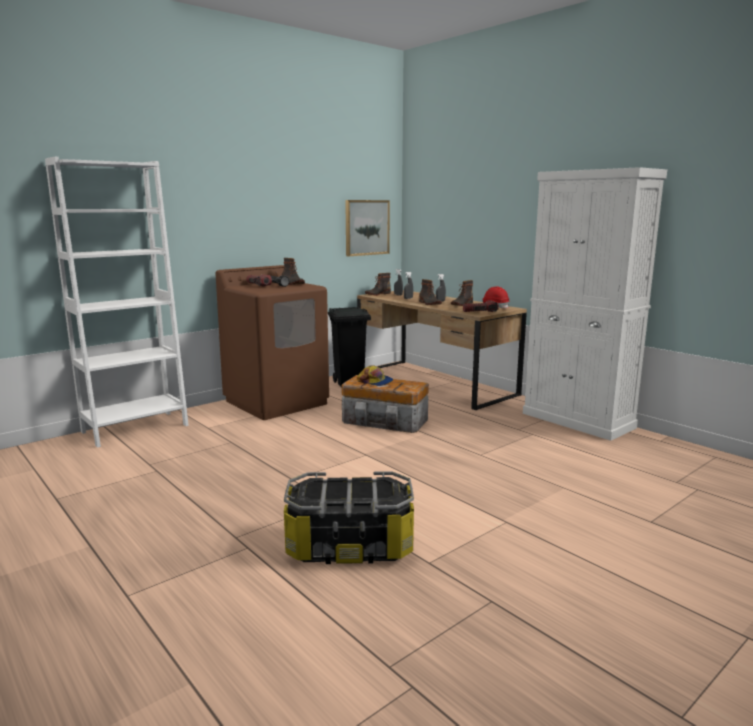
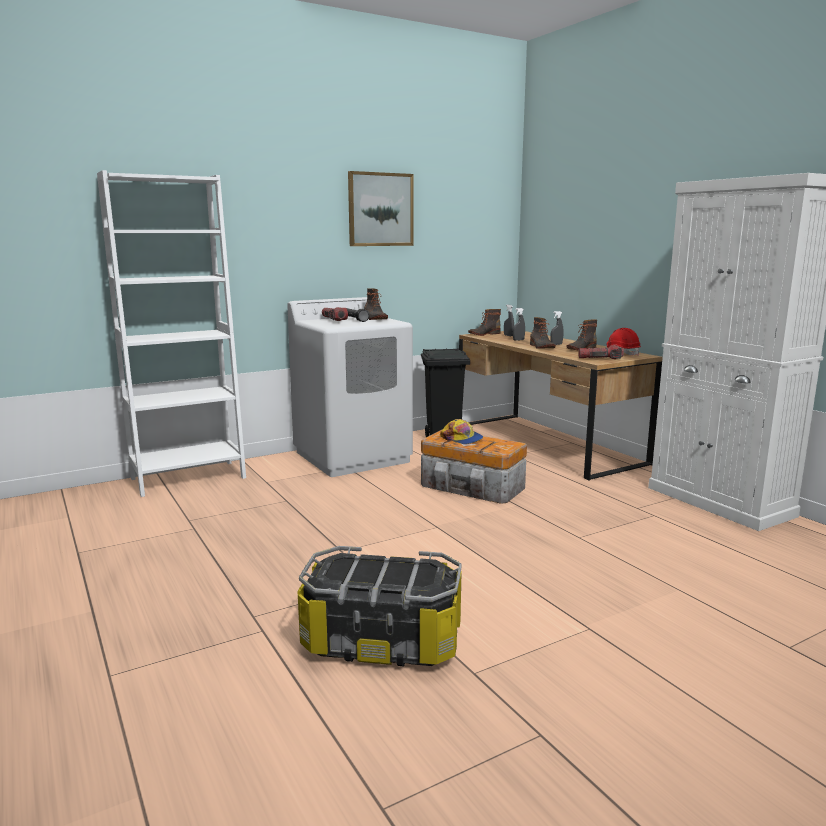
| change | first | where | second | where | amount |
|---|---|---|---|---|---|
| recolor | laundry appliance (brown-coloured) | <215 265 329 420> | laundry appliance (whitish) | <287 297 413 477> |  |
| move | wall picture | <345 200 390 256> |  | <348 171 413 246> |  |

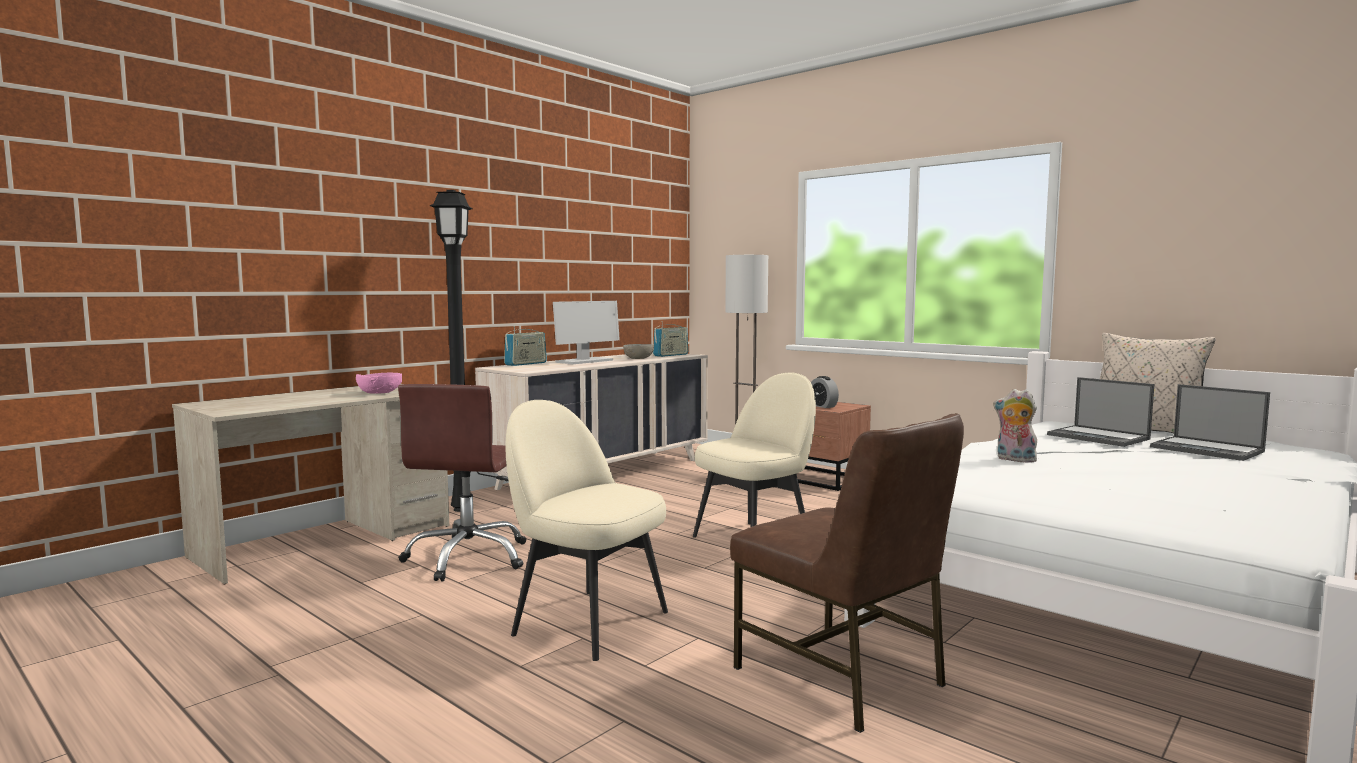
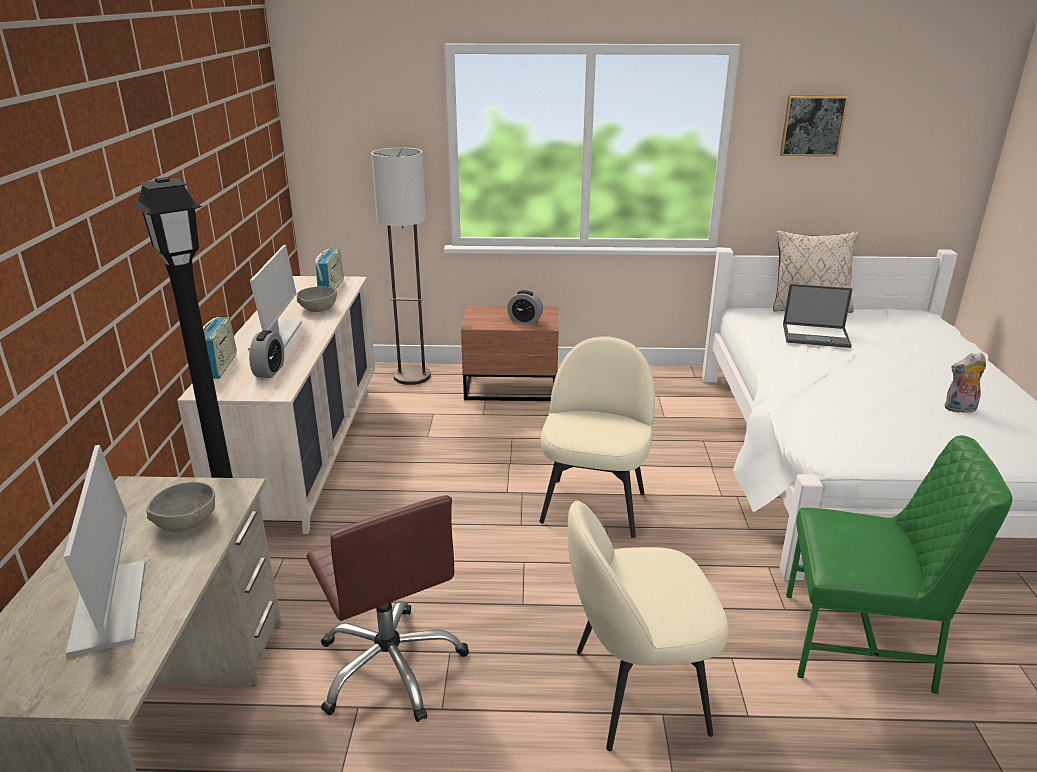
| change | first | where | second | where | amount |
|---|---|---|---|---|---|
| recolor | serving bowl (pink-coloured) | <356 373 402 394> | serving bowl (gray) | <147 482 215 532> |  |
| recolor | plain chair (brown-coloured) | <730 413 964 733> | plain chair (green-coloured) | <786 435 1012 694> |  |
| move | cuddly toy | <993 389 1037 463> |  | <945 352 986 413> |  |
| delete | notebook computer | <1150 384 1270 461> |  |  |  |
| insert |  |  | computer screen | <64 445 146 657> |  |
| insert |  |  | alarm clock | <249 330 284 378> |  |
| insert |  |  | wall picture | <780 96 849 156> |  |

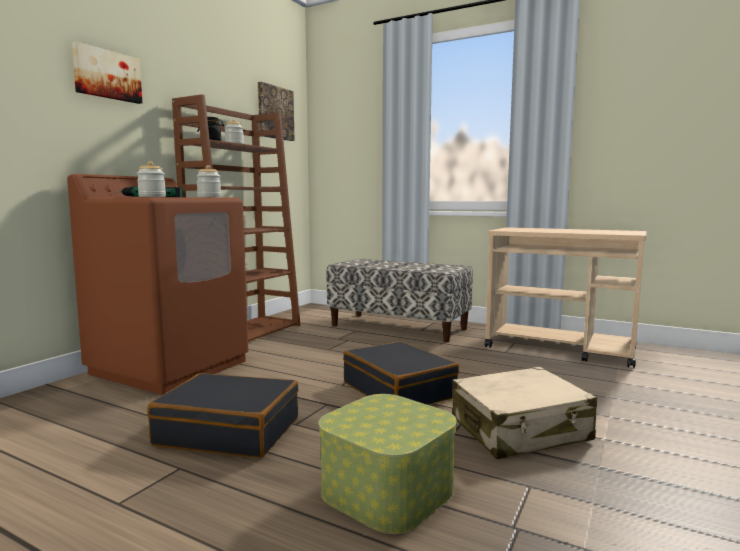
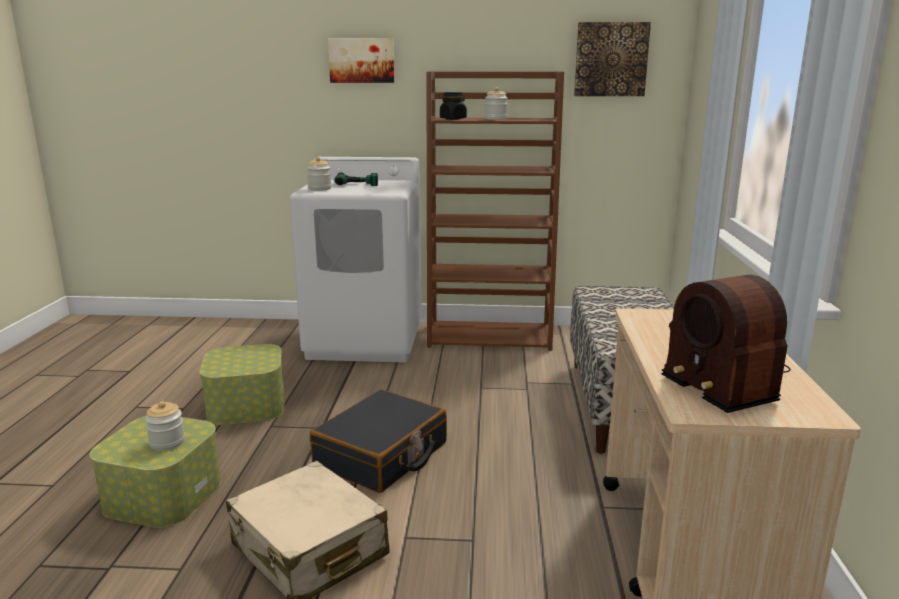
| change | first | where | second | where | amount |
|---|---|---|---|---|---|
| recolor | laundry appliance (brown-coloured) | <67 174 248 394> | laundry appliance (whitish) | <290 157 422 362> |  |
| replace | suitcase (blackish) | <147 373 299 458> | storage bin | <199 344 284 425> |  |
| move | jar | <196 165 221 197> |  | <145 401 185 451> |  |
| insert |  |  | radio receiver | <661 275 791 413> |  |

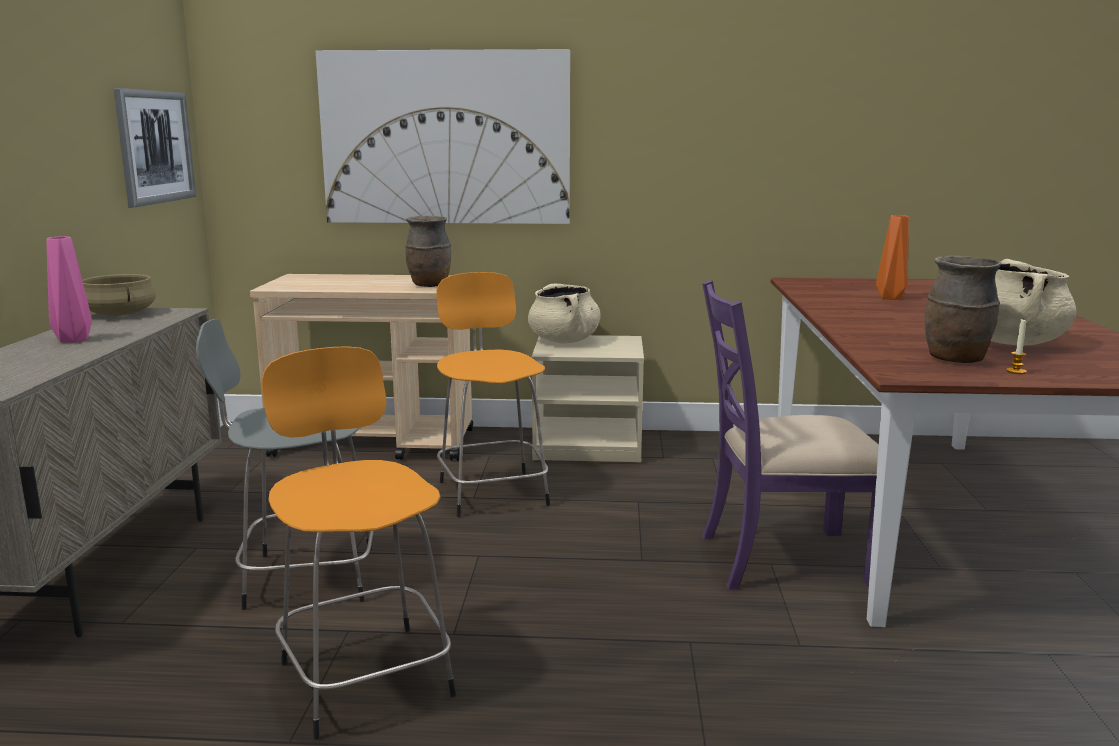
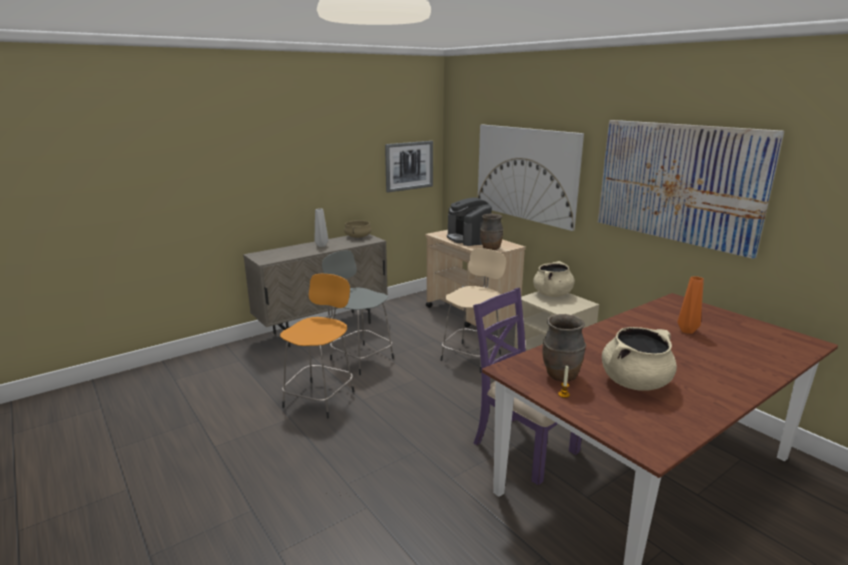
| change | first | where | second | where | amount |
|---|---|---|---|---|---|
| recolor | flower vase (pink-coloured) | <47 236 92 343> | flower vase (gray) | <315 208 329 247> |  |
| recolor | stool (orangey) | <436 272 550 517> | stool (beige-coloured) | <440 248 506 373> |  |
| insert |  |  | coffee maker | <447 198 492 246> |  |
| insert |  |  | wall picture | <598 120 784 259> |  |

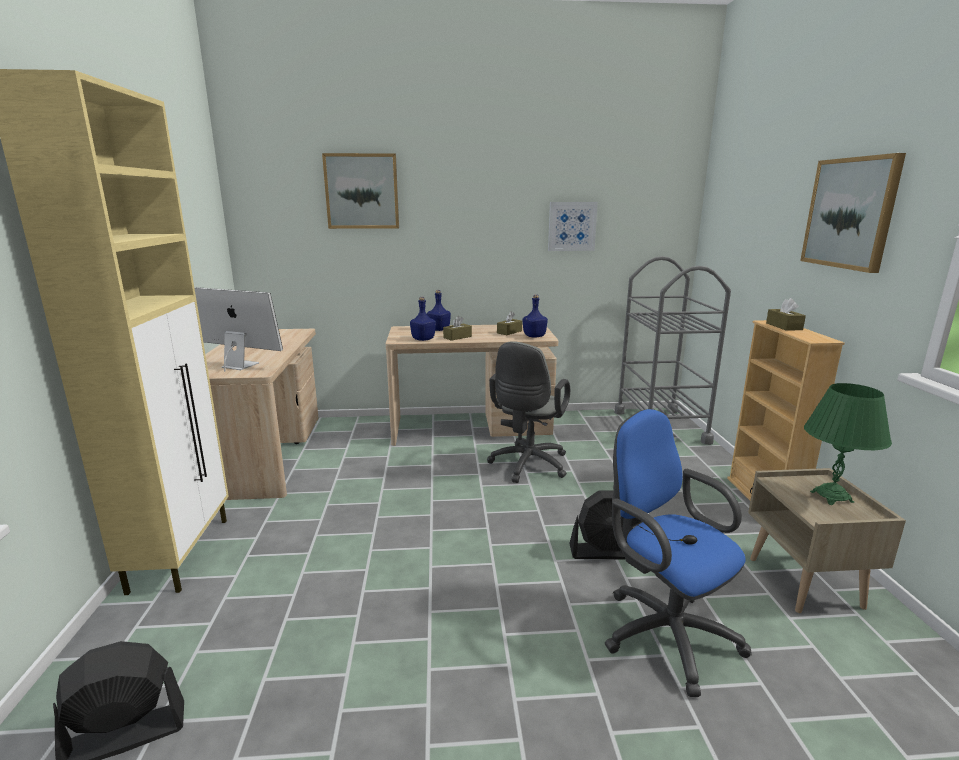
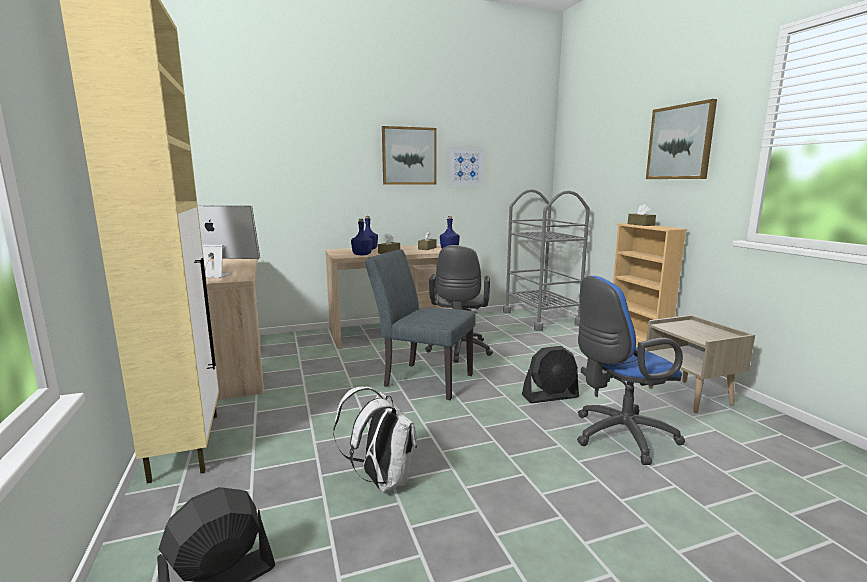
| change | first | where | second | where | amount |
|---|---|---|---|---|---|
| move | wall picture | <322 153 399 229> |  | <382 126 437 185> |  |
| rotate | computer chair (blue) | <605 409 752 697> |  | <577 276 685 465> | 60 degrees counterclockwise |
| delete | lamp for a table (green-coloured) | <804 383 892 505> |  |  |  |
| insert |  |  | rucksack (whitish) | <333 386 417 492> |  |
| insert |  |  | plain chair (gray) | <365 249 476 400> |  |

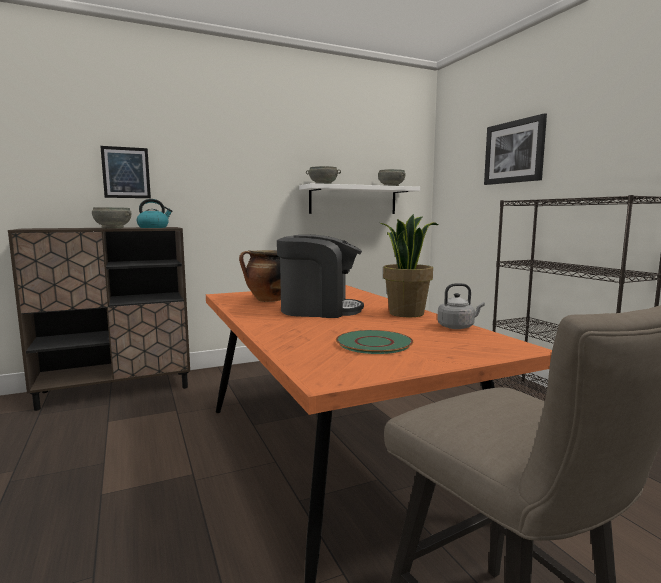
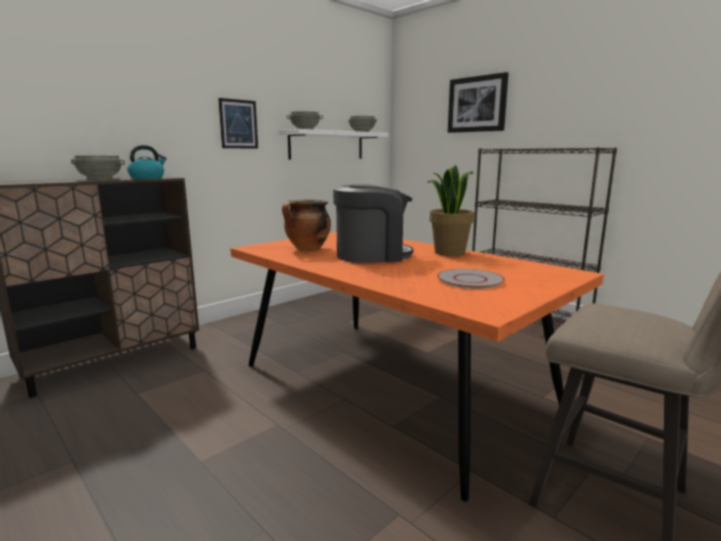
| change | first | where | second | where | amount |
|---|---|---|---|---|---|
| move | wall picture | <100 146 151 198> |  | <218 98 258 149> |  |
| recolor | dinner plate (green-coloured) | <336 330 413 354> | dinner plate (gray) | <437 269 505 289> |  |
| delete | water kettle (gray) | <437 283 485 329> |  |  |  |

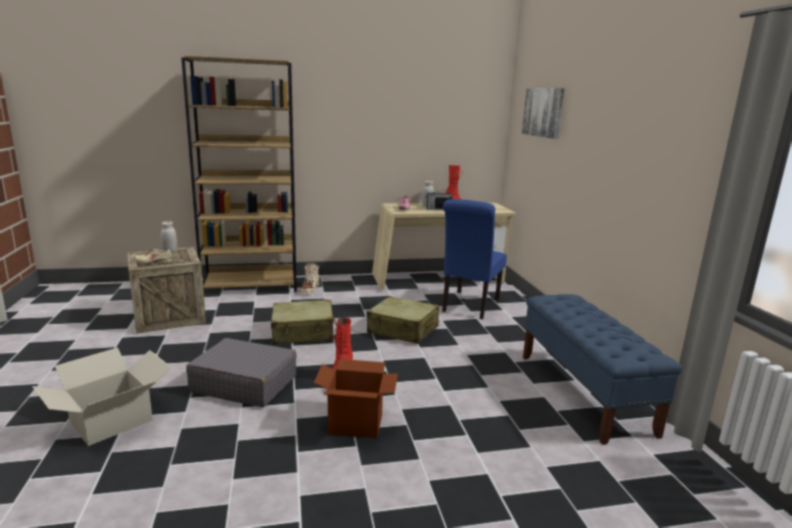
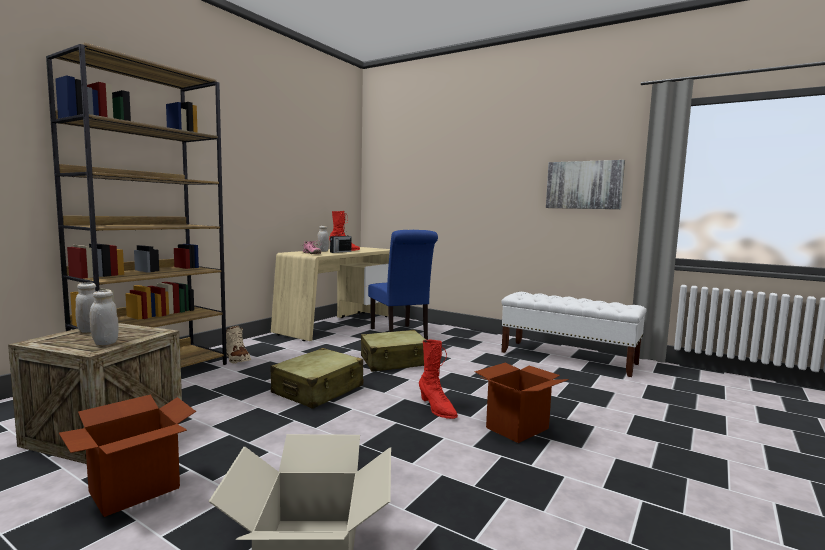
| change | first | where | second | where | amount |
|---|---|---|---|---|---|
| replace | shoe (beige-coloured) | <134 248 173 265> | jar (whitish) | <89 290 119 345> |  |
| delete | suitcase (gray) | <186 338 297 407> |  |  |  |
| move | wall picture | <522 88 565 139> |  | <546 160 625 209> |  |
| recolor | indoor bench (blue) | <523 294 682 445> | indoor bench (whitish) | <501 292 647 377> |  |
| insert |  |  | cardboard box | <59 394 196 517> |  |

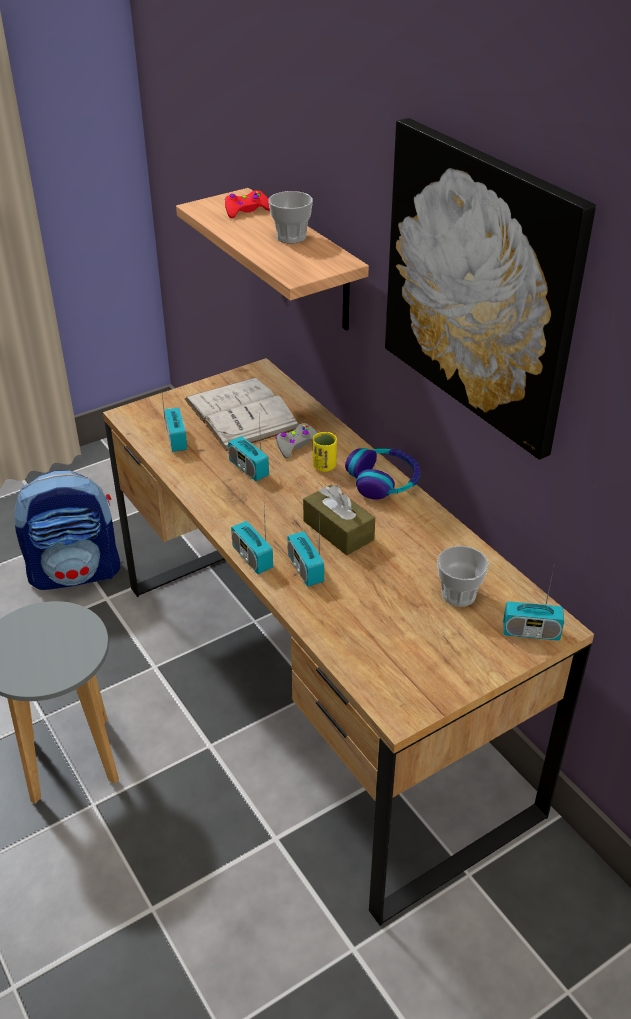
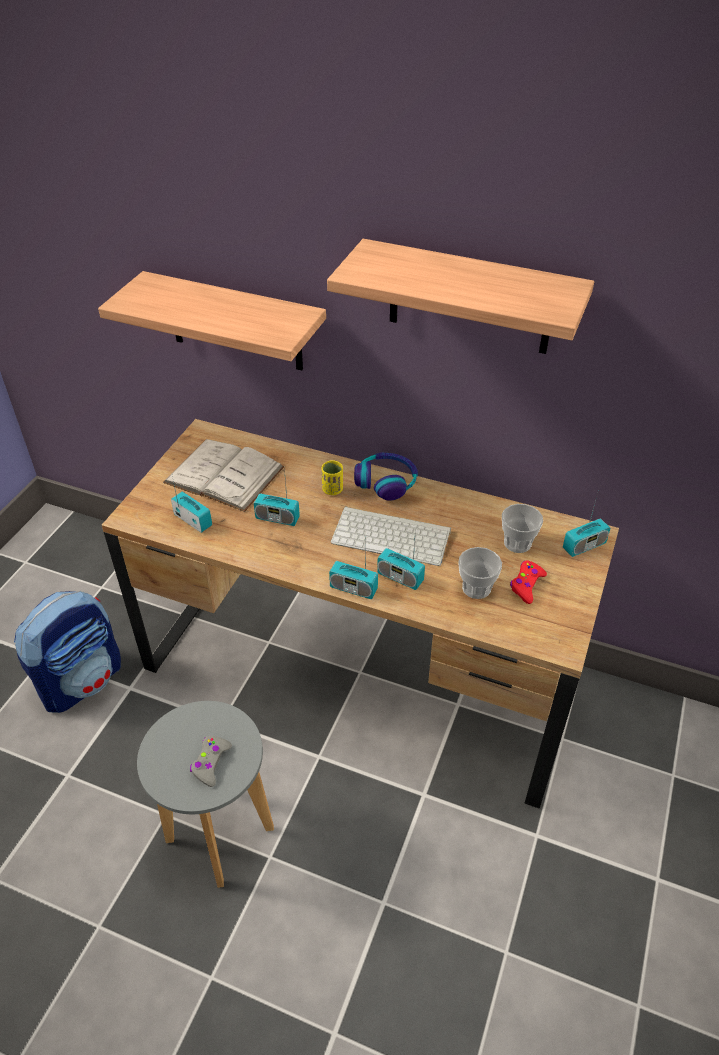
| change | first | where | second | where | amount |
|---|---|---|---|---|---|
| move | joypad (reddish) | <225 190 270 218> |  | <510 560 547 604> |  |
| move | small cup | <268 191 313 243> |  | <458 547 502 599> |  |
| move | joypad (gray) | <275 423 318 458> |  | <190 736 232 787> |  |
| replace | tissue holder (brown-coloured) | <303 485 375 555> | PC keyboard | <331 506 451 566> |  |
| replace | wall picture | <385 118 596 460> | shelf | <327 239 594 354> |  |

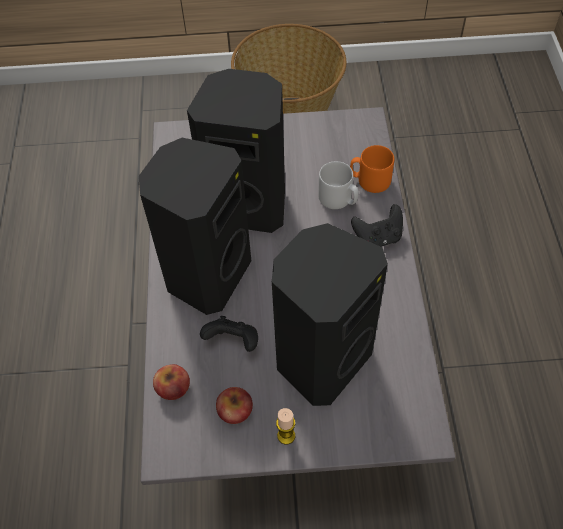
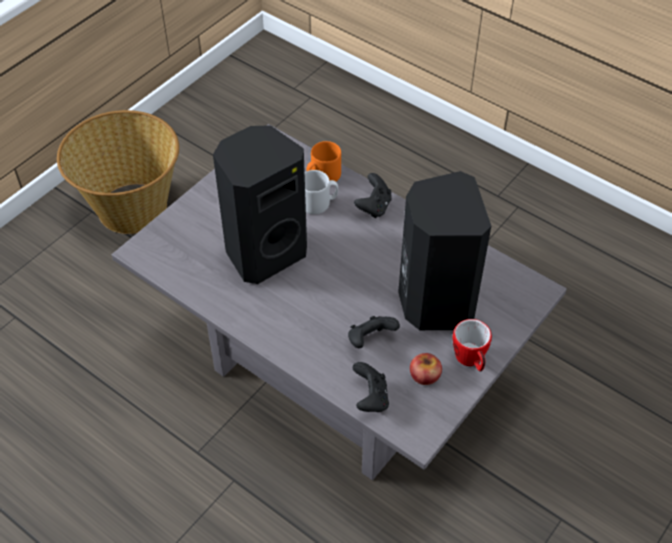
| change | first | where | second | where | amount |
|---|---|---|---|---|---|
| delete | audio speaker (blackish) | <139 138 251 315> |  |  |  |
| replace | apple fruit | <153 364 190 400> | joypad (blackish) | <353 362 389 412> |  |
| replace | wax light | <276 408 295 445> | mug | <453 319 492 371> |  |

